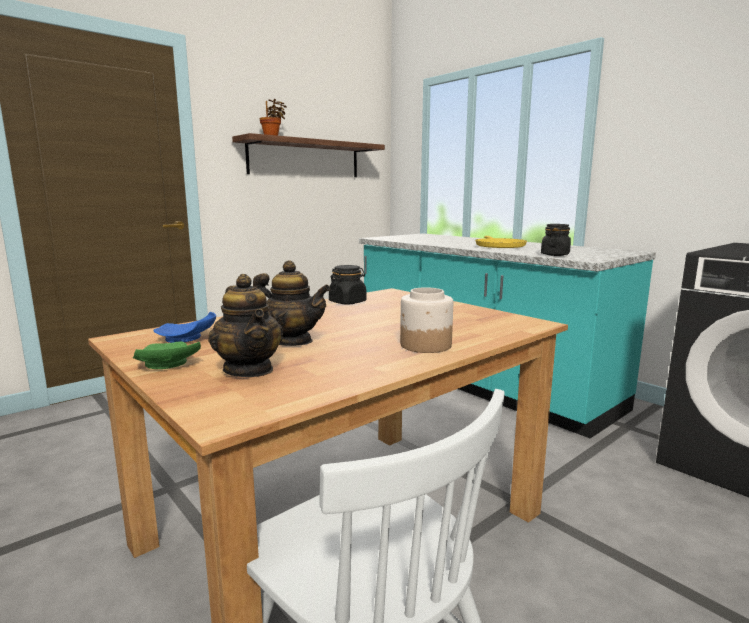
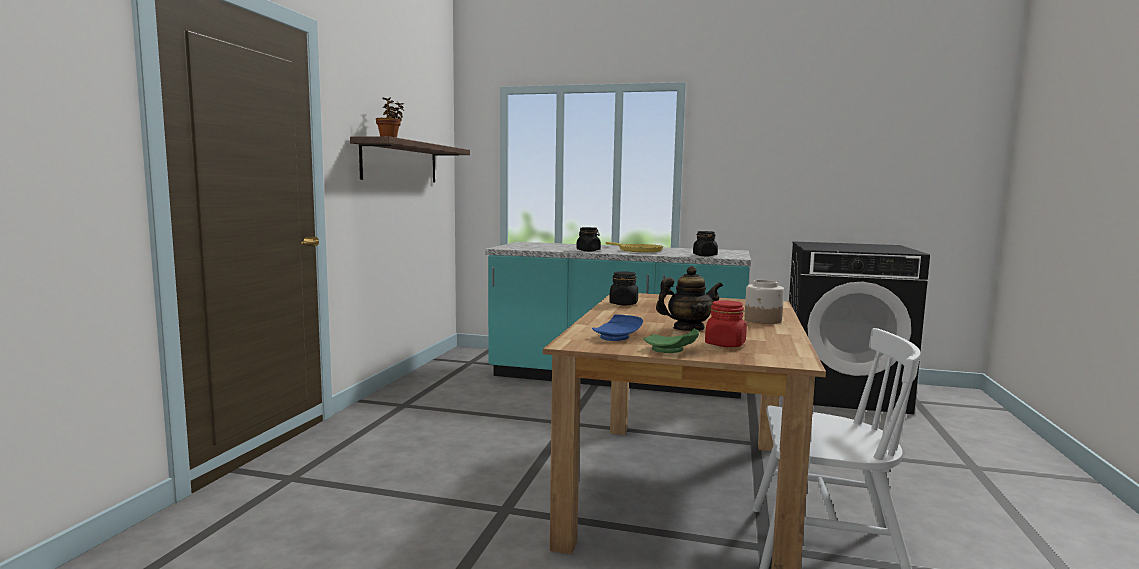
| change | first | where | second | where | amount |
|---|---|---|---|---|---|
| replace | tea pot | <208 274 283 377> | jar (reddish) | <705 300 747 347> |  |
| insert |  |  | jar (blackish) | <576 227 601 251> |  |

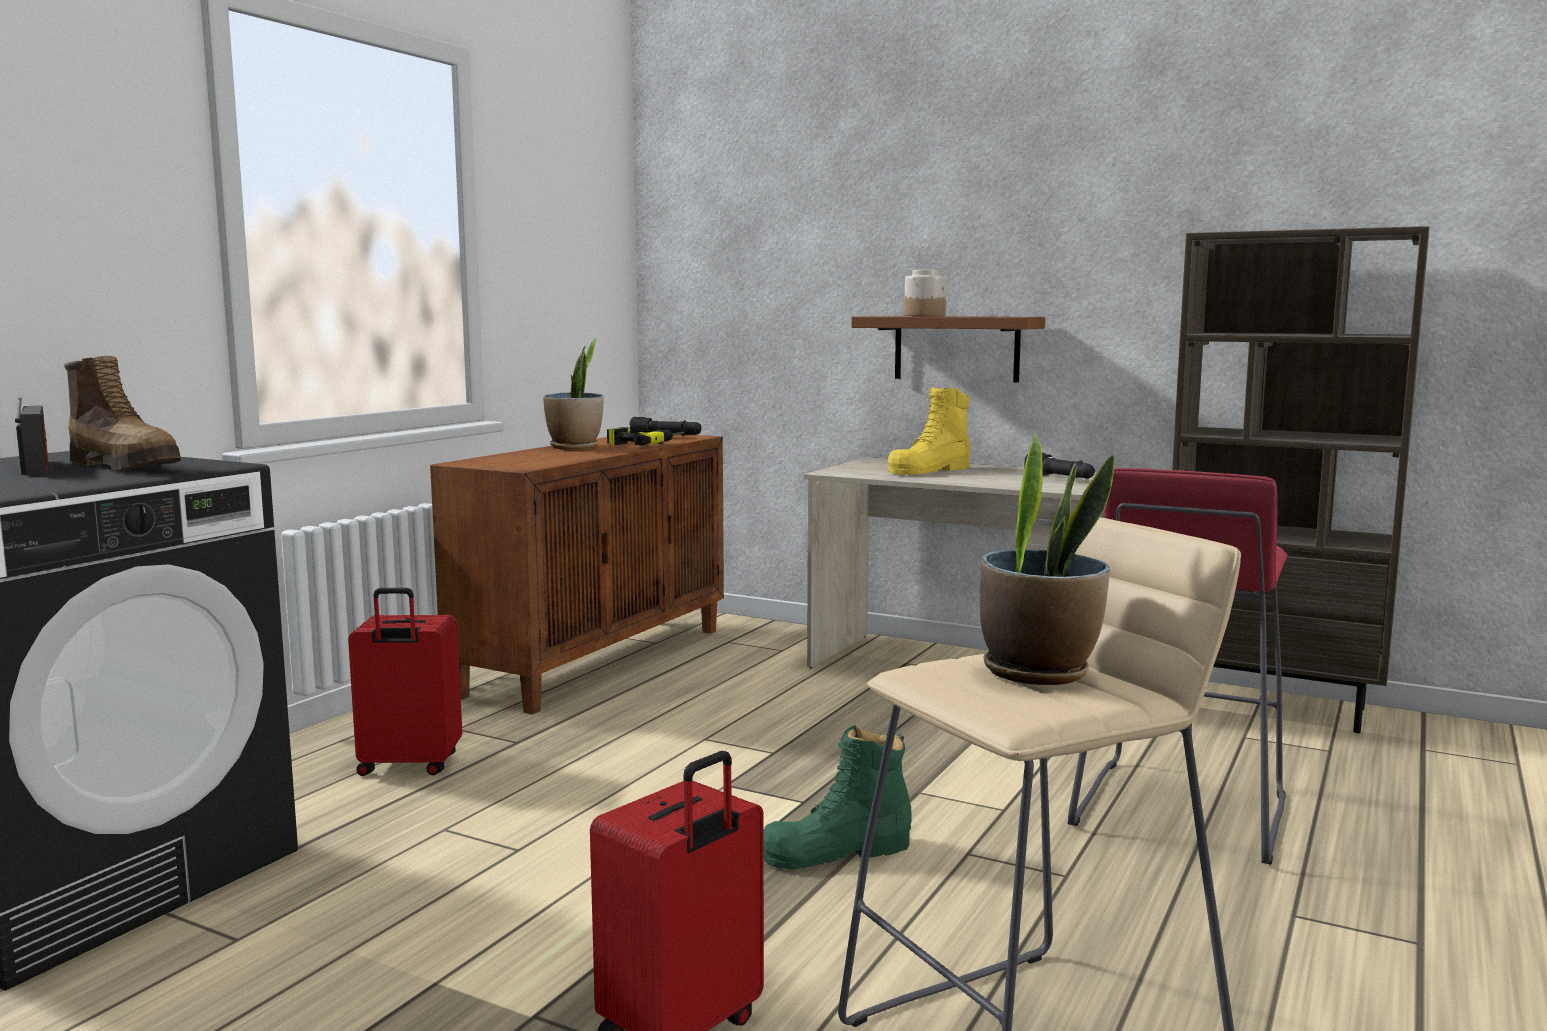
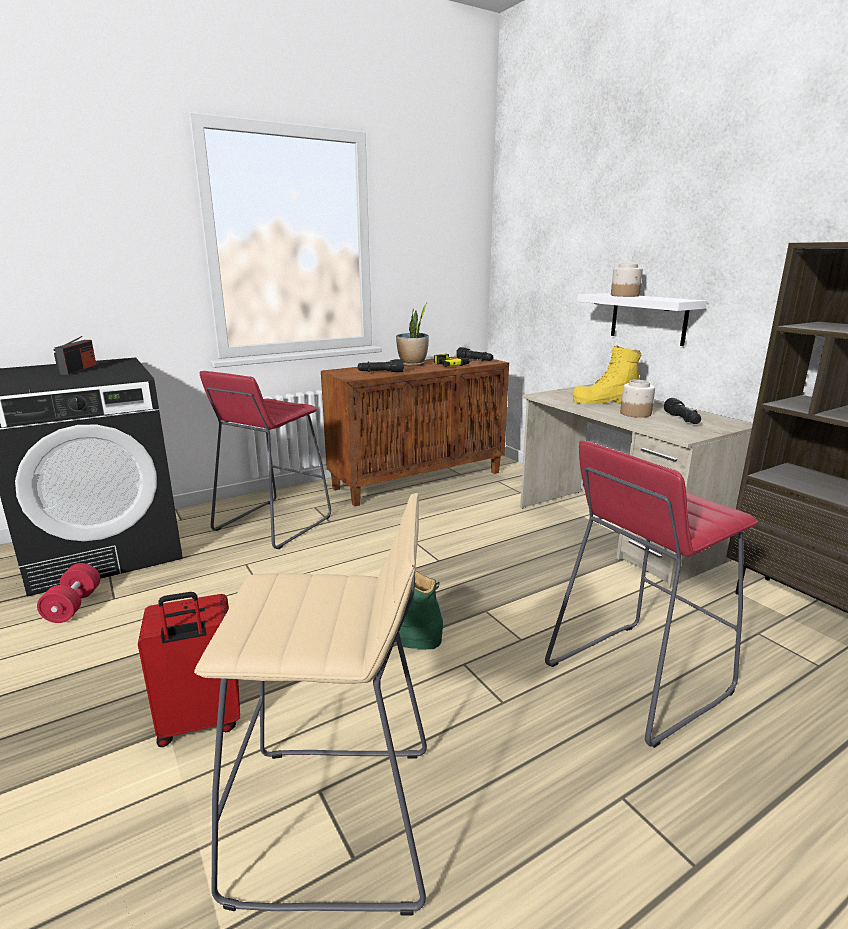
| change | first | where | second | where | amount |
|---|---|---|---|---|---|
| delete | high-top boot | <64 356 181 470> |  |  |  |
| replace | suitcase (reddish) | <348 588 462 776> | stool (reddish) | <200 371 331 549> |  |
| recolor | shelf (brown-coloured) | <852 316 1045 382> | shelf (whitish) | <577 293 707 346> |  |
| delete | houseplant | <980 432 1115 685> |  |  |  |
| insert |  |  | hand weight (reddish) | <37 563 100 623> |  |
| insert |  |  | torch (blackish) | <358 359 404 373> |  |
| insert |  |  | jar | <620 380 655 418> |  |

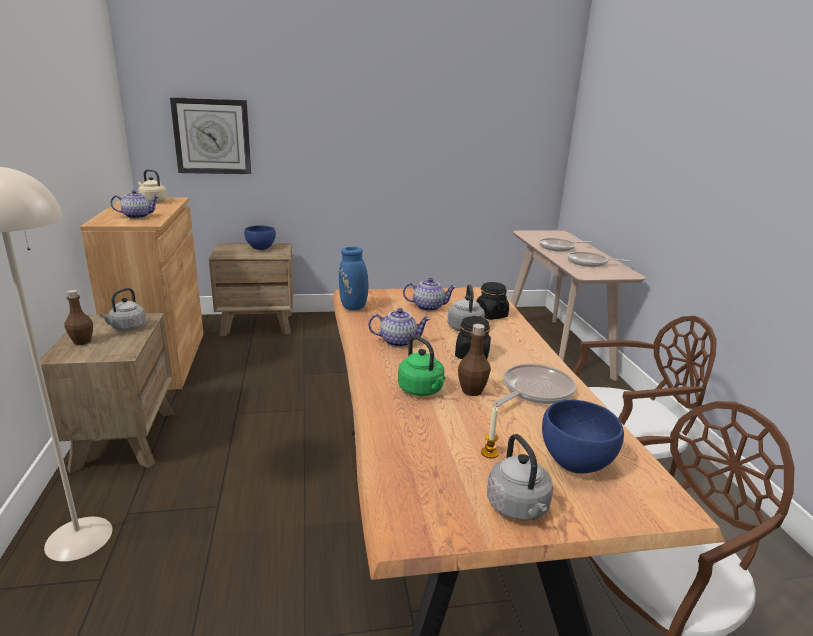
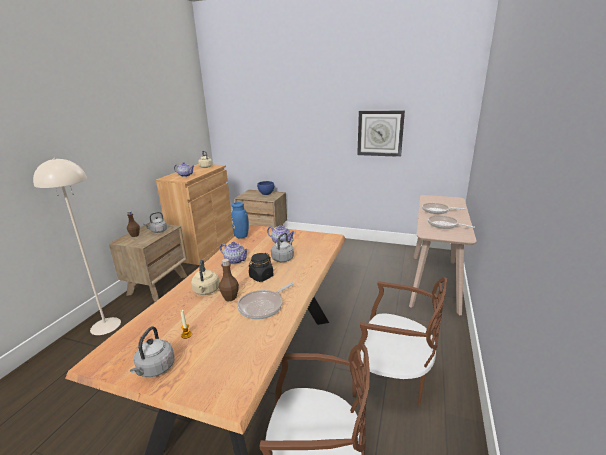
| change | first | where | second | where | amount |
|---|---|---|---|---|---|
| move | clock on the wall | <170 97 251 174> |  | <357 110 405 157> |  |
| recolor | water kettle (green-coloured) | <398 335 445 396> | water kettle (beige-coloured) | <191 260 219 295> |  |
| delete | jar (blackish) | <476 282 509 320> |  |  |  |
| rotate | frying pan | <493 364 576 407> |  | <237 282 294 319> | 150 degrees clockwise |
| delete | serving bowl (blue) | <542 400 624 473> |  |  |  |

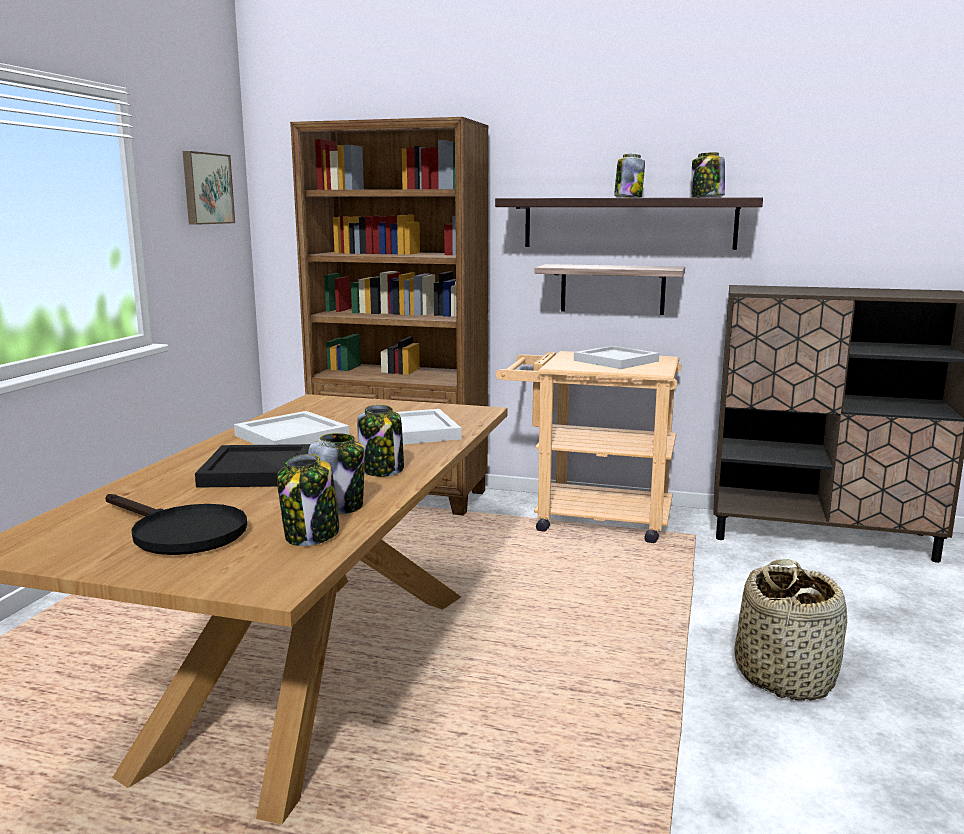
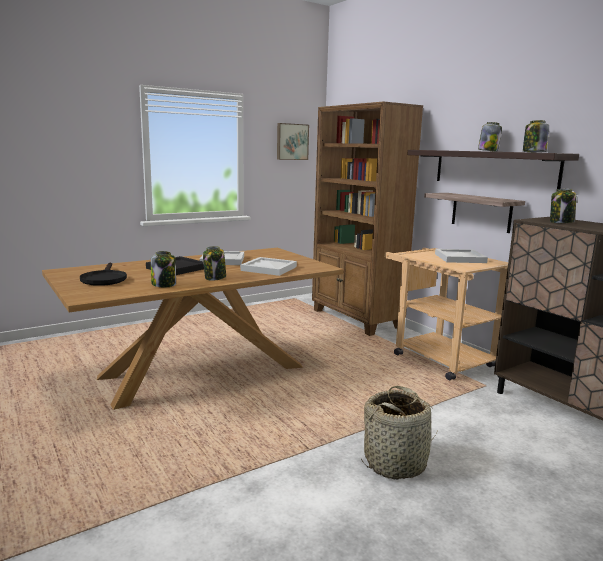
| change | first | where | second | where | amount |
|---|---|---|---|---|---|
| move | jar | <277 454 340 546> |  | <550 189 576 223> |  |

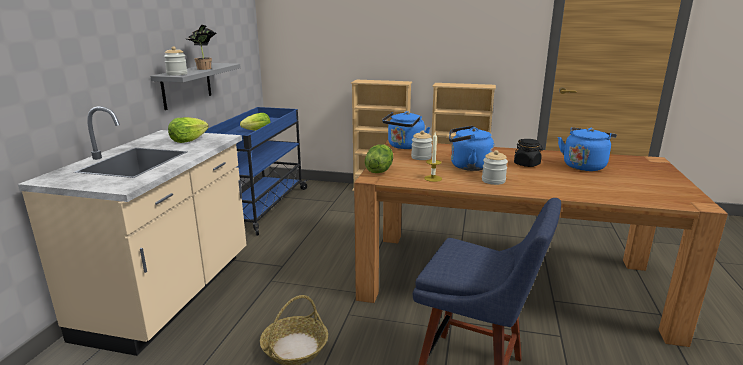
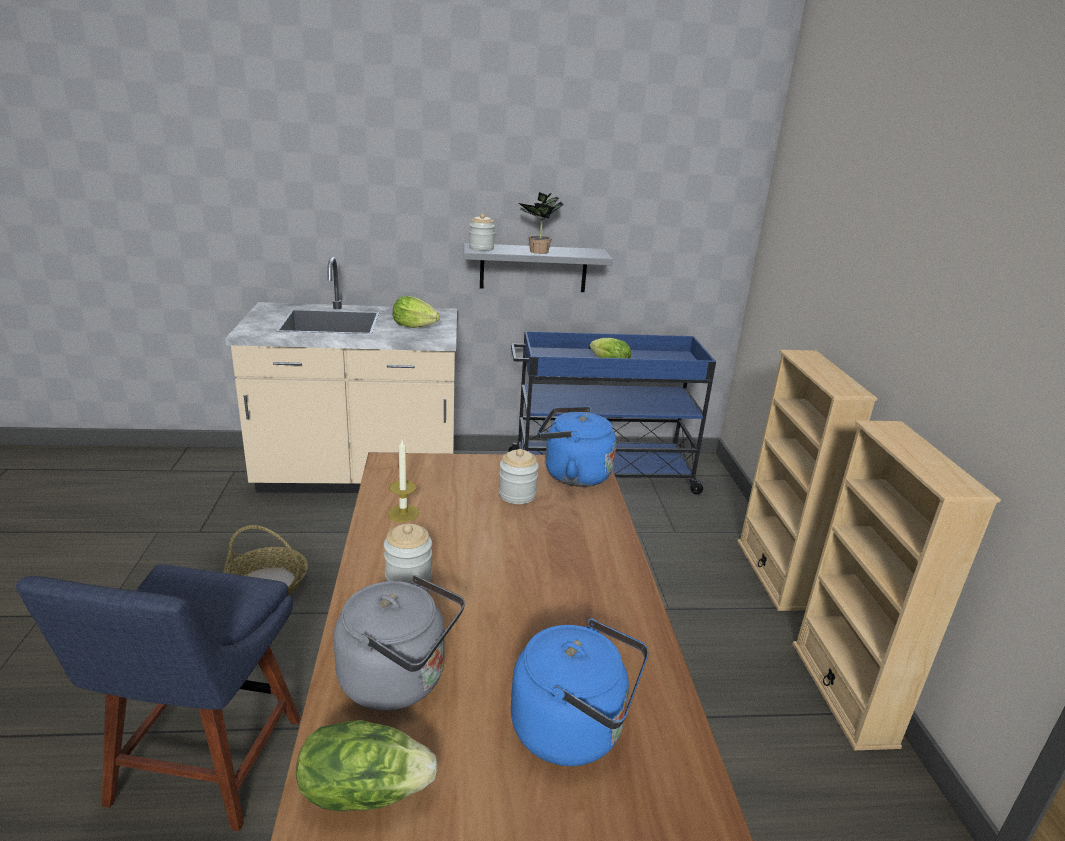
| change | first | where | second | where | amount |
|---|---|---|---|---|---|
| move | lettuce head | <365 144 393 173> |  | <296 720 438 811> |  |
| delete | water kettle (blue) | <449 126 494 171> |  |  |  |
| delete | jar (blackish) | <514 139 543 167> |  |  |  |
| insert |  |  | water kettle (gray) | <333 575 465 711> |  |

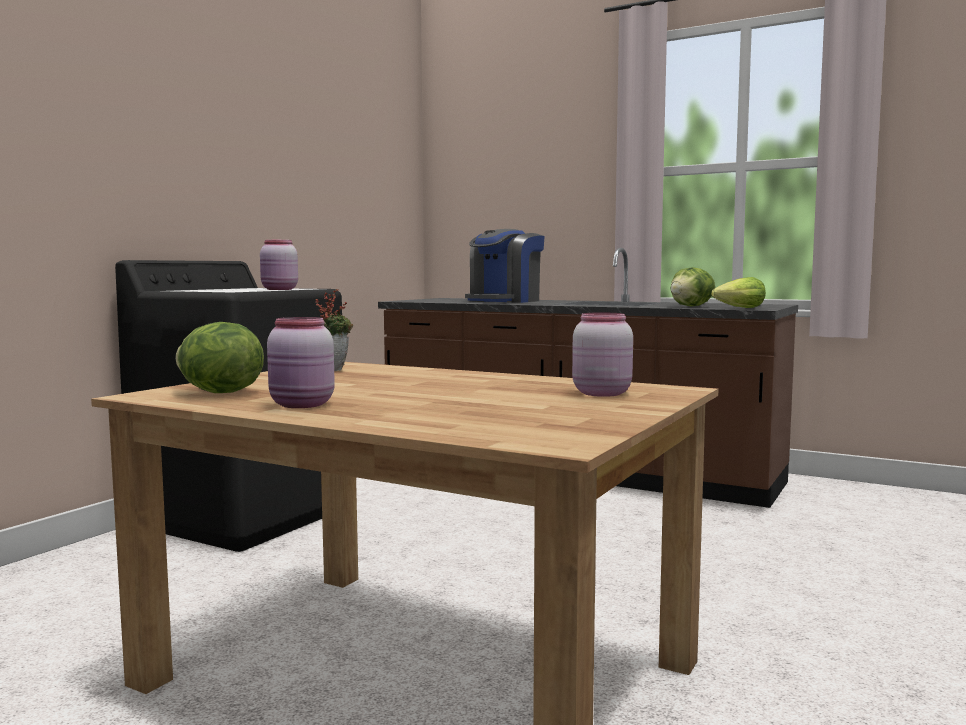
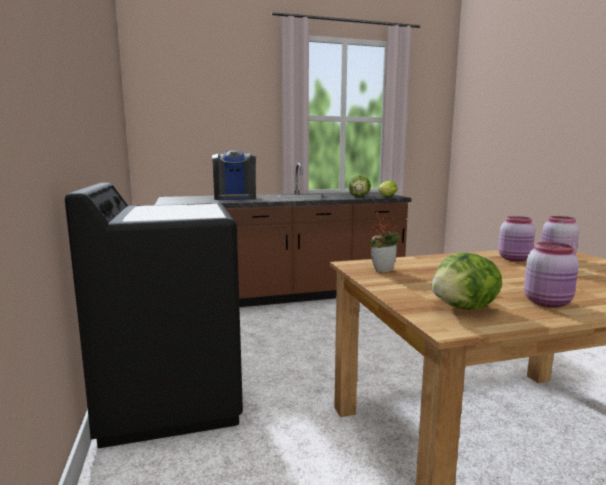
| change | first | where | second | where | amount |
|---|---|---|---|---|---|
| move | jar (pink-coloured) | <260 240 298 290> |  | <498 216 535 261> |  |

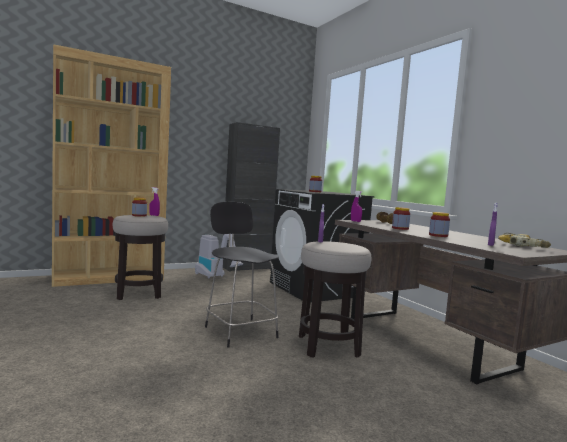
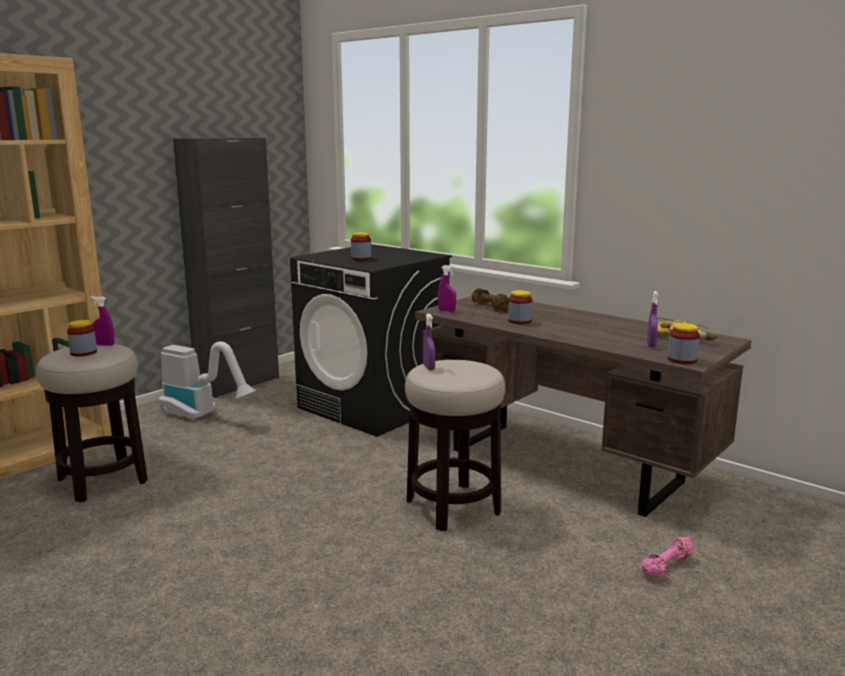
| change | first | where | second | where | amount |
|---|---|---|---|---|---|
| delete | stool (blackish) | <205 202 279 348> |  |  |  |
| move | jar | <429 212 450 237> |  | <668 323 700 364> |  |
| insert |  |  | hand weight (pink-coloured) | <641 537 694 578> |  |

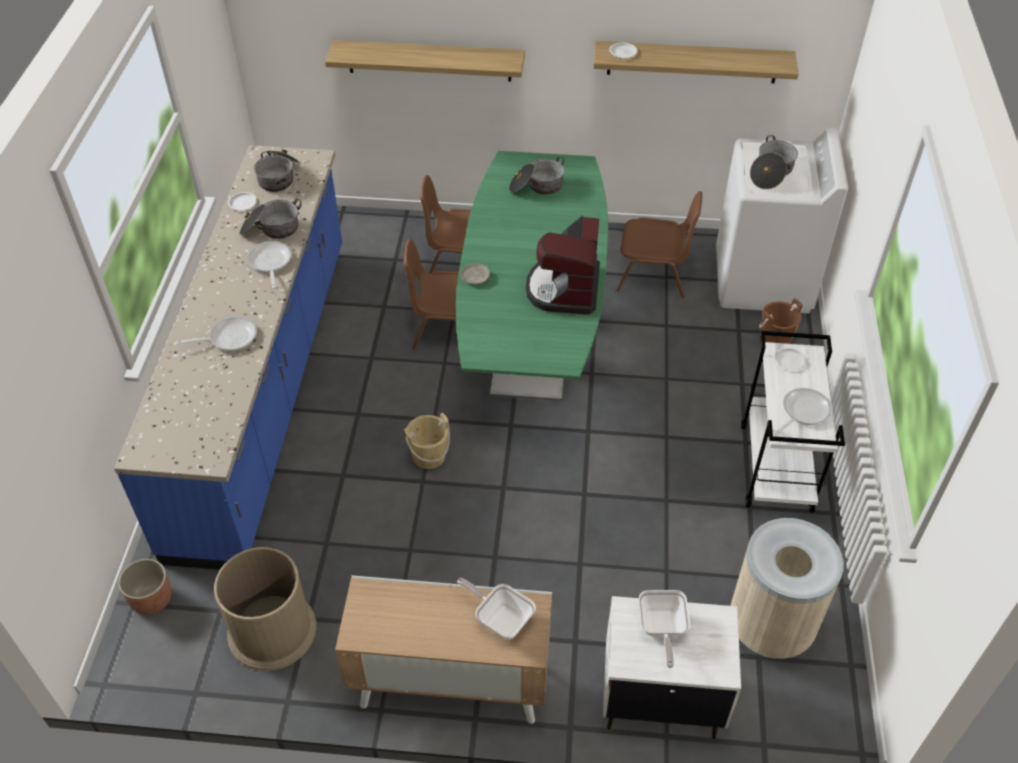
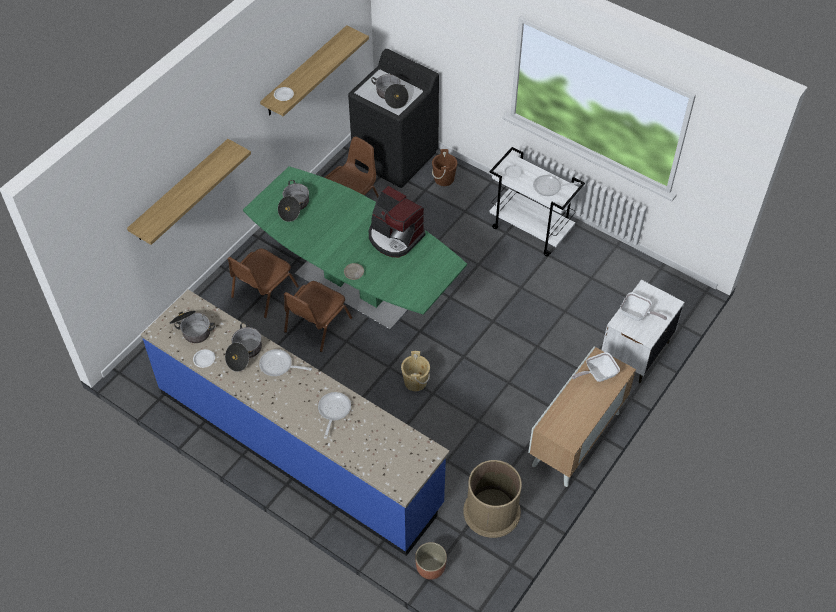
| change | first | where | second | where | amount |
|---|---|---|---|---|---|
| recolor | laundry appliance (whitish) | <716 127 848 314> | laundry appliance (blackish) | <348 49 439 188> |  |
| delete | rubbish bin (beige-coloured) | <730 518 844 659> |  |  |  |
| rotate | frying pan | <774 388 832 436> |  | <533 175 581 196> | 75 degrees counterclockwise |

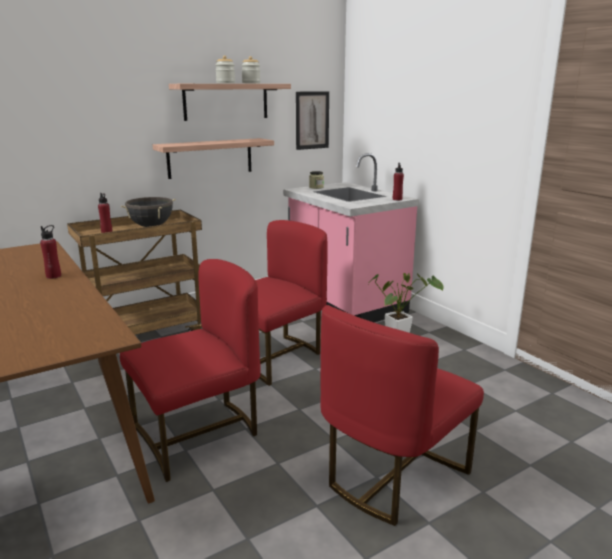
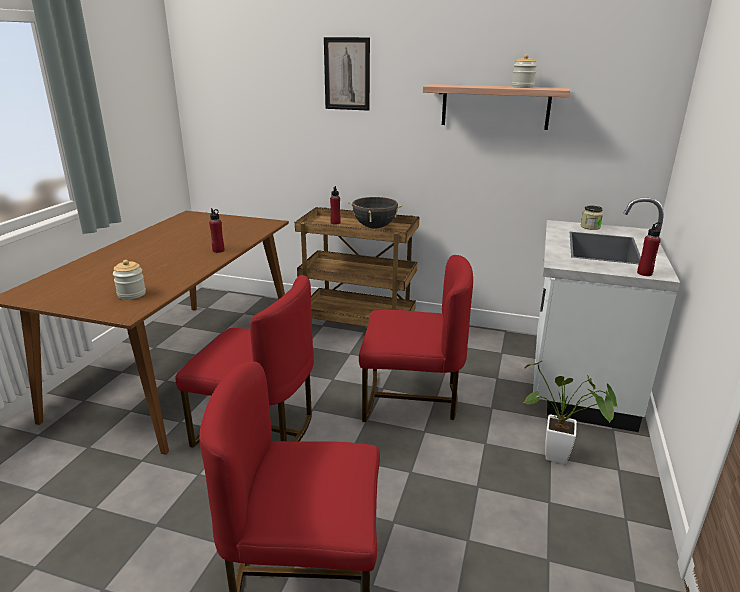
| change | first | where | second | where | amount |
|---|---|---|---|---|---|
| delete | shelf | <153 138 274 179> |  |  |  |
| move | jar | <215 55 235 83> |  | <113 260 146 299> |  |
| recolor | kitchen base unit (pink-coloured) | <283 153 419 322> | kitchen base unit (whitish) | <533 197 680 432> |  |
| move | wall picture | <296 91 329 150> |  | <324 37 370 111> |  |

